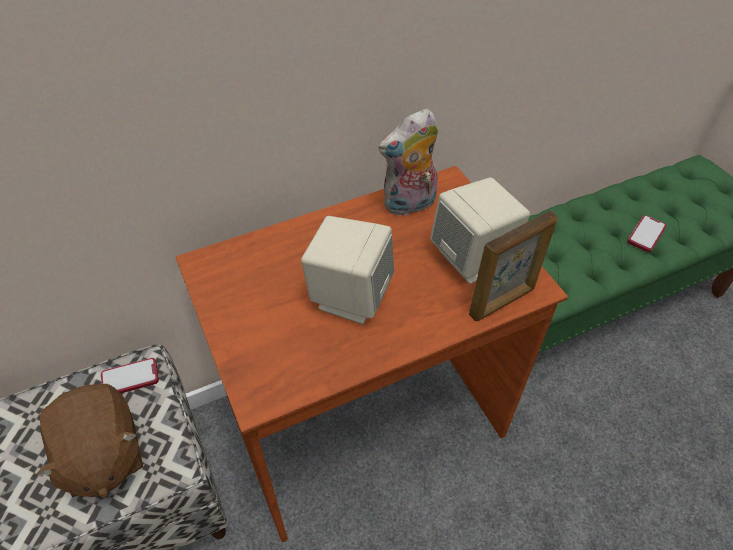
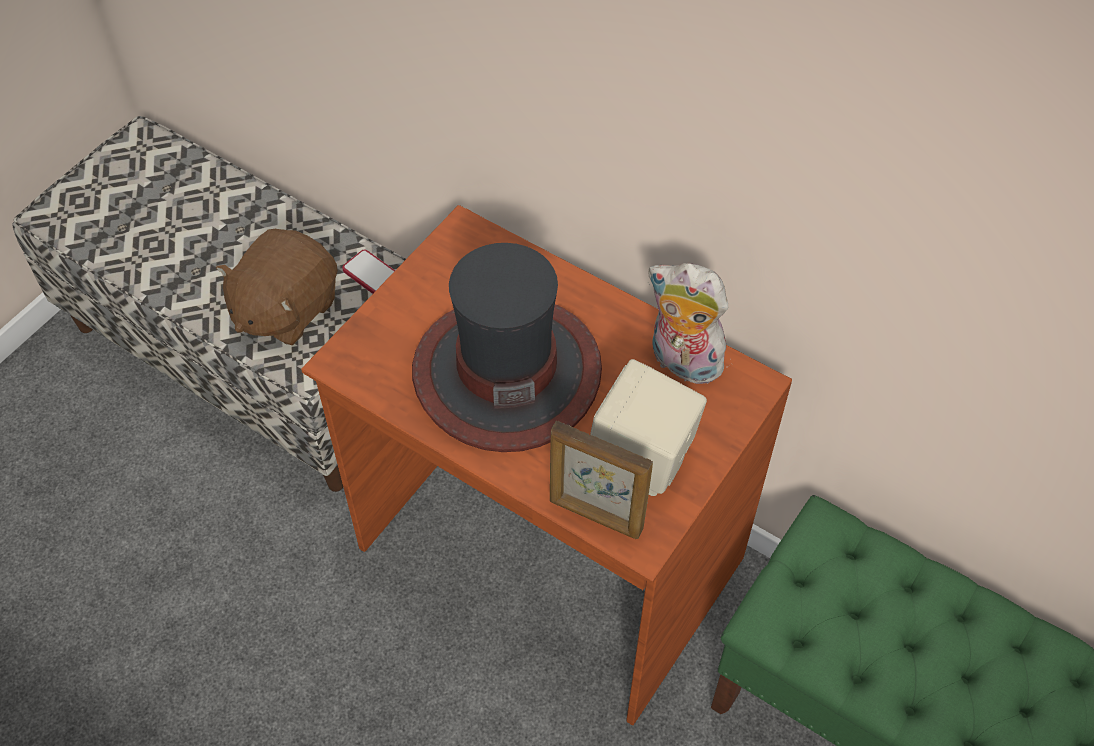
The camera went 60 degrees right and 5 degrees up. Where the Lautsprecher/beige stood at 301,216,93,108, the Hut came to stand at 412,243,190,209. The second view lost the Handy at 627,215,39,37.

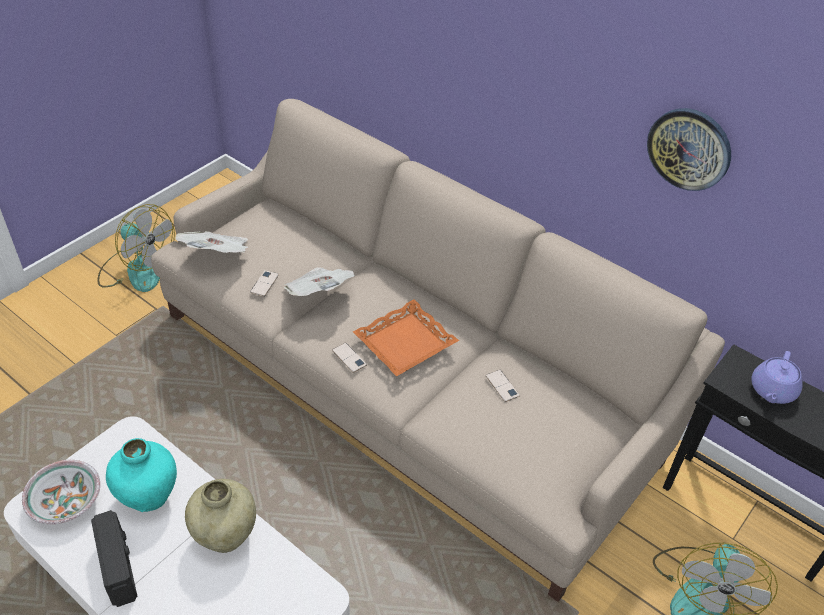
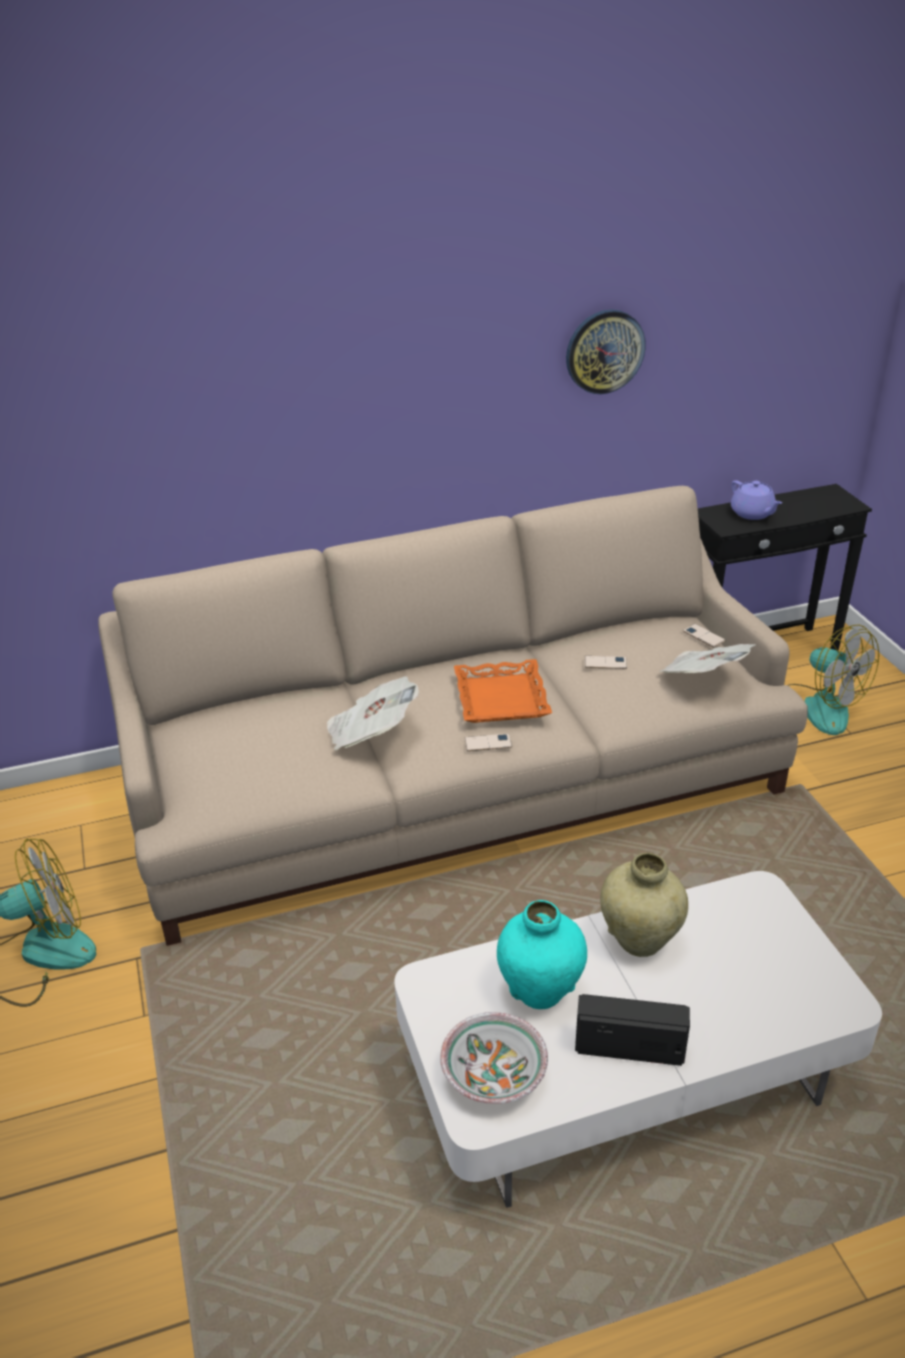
The camera went 55 degrees left and 10 degrees down. The Zeitung ended up elsewhere, having gone from 175,231,74,22 to 659,644,97,29. The Handy ended up elsewhere, having gone from 250,270,29,27 to 683,624,43,24.

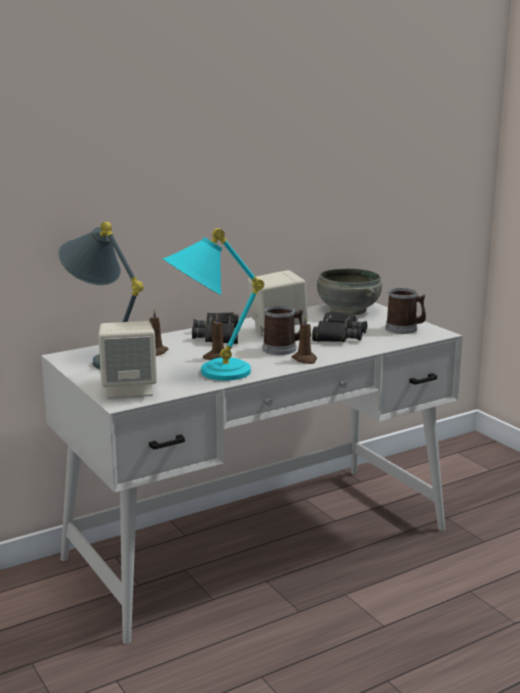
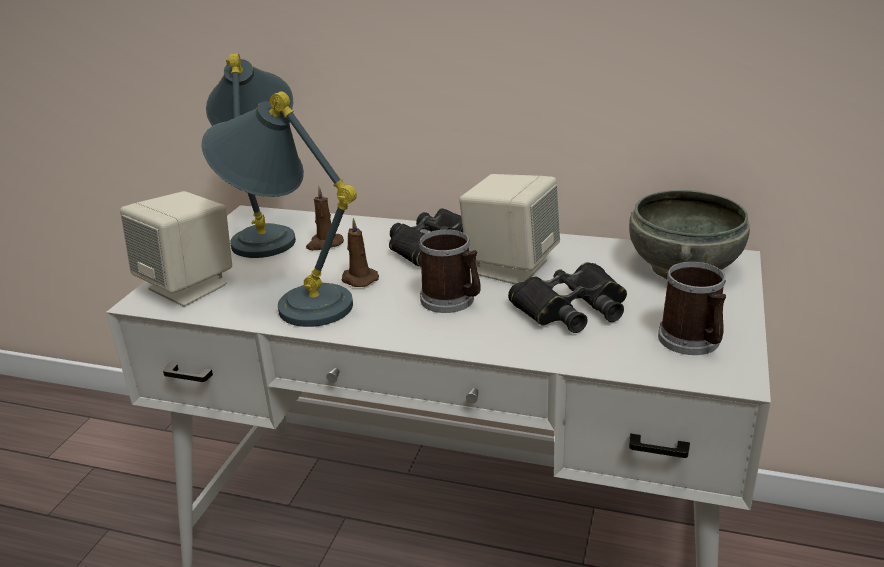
The camera went 50 degrees right and 10 degrees up. What was the Tischlampe/türkis at 163,228,101,153 turned into the Tischlampe/grau at 201,91,156,236. The second view lost the Kerze/braun at 292,315,25,49.

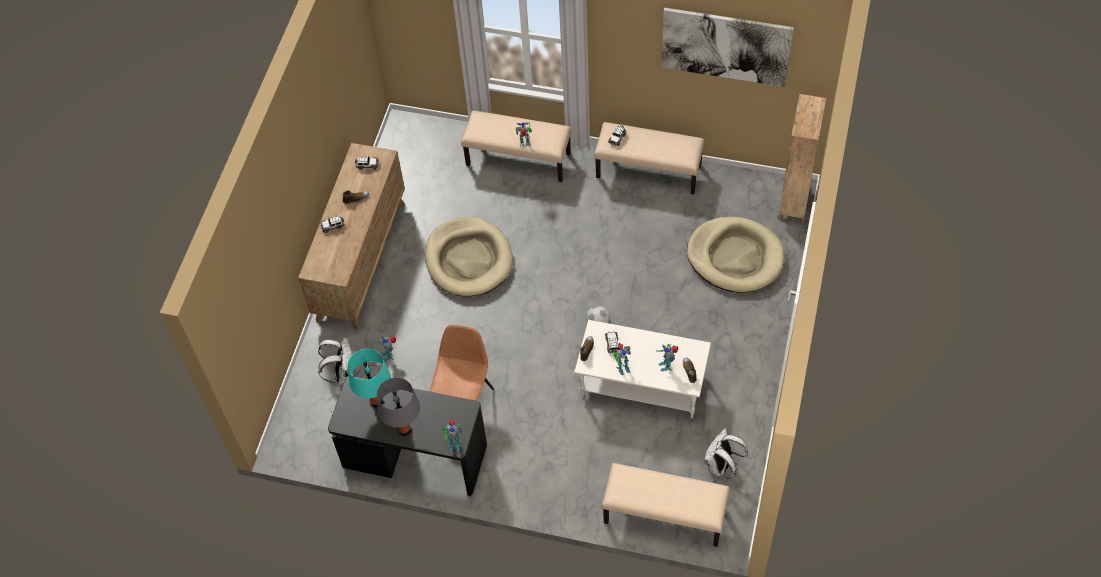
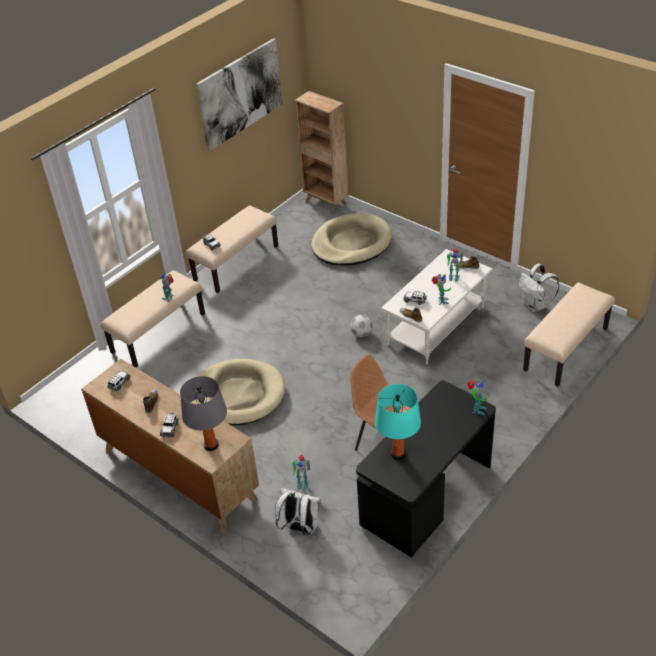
The camera went 65 degrees left and 15 degrees down. The Tischlampe/grau ended up elsewhere, having gone from 377,377,43,59 to 180,376,47,75.

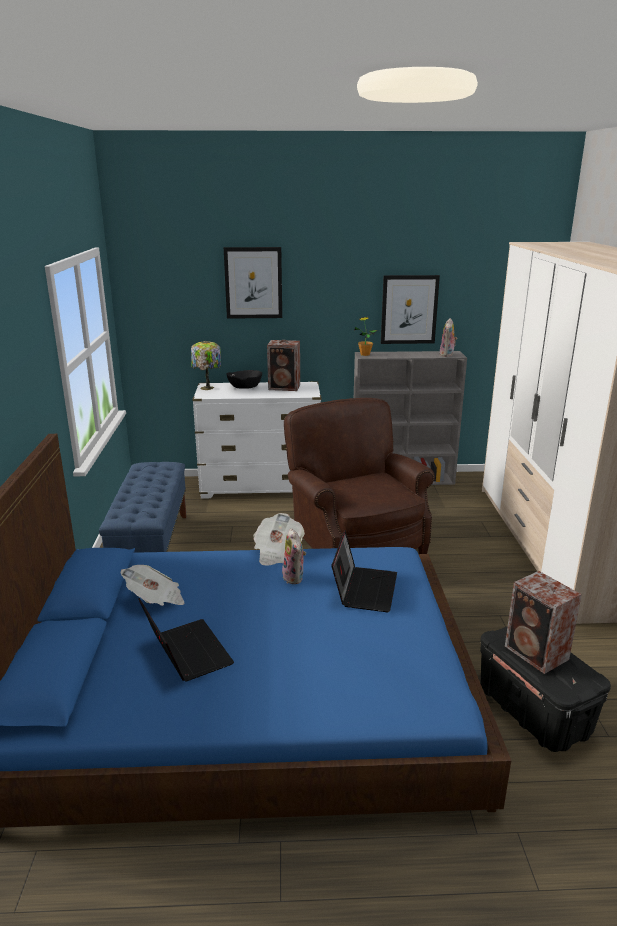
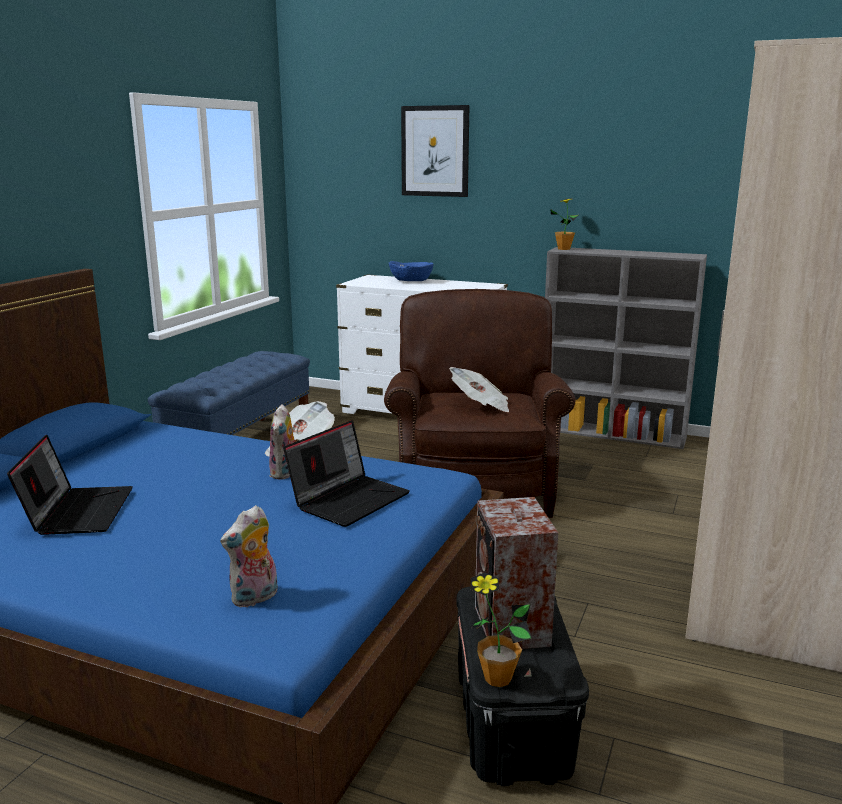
The camera went 25 degrees right and 5 degrees down. The Zeitung ended up elsewhere, having gone from 121,565,64,41 to 449,367,60,45. The second view lost the Tischlampe at 191,341,30,49. What was the Schüssel/schwarz at 226,370,36,19 turned into the Schüssel/blau at 389,261,44,20. The second view lost the Lautsprecher at 267,340,33,51. The second view lost the Bild at 381,275,59,69. The Plüschtier ended up elsewhere, having gone from 440,318,17,39 to 220,505,58,103. The second view gained the Topfpflanze at 471,572,60,115.

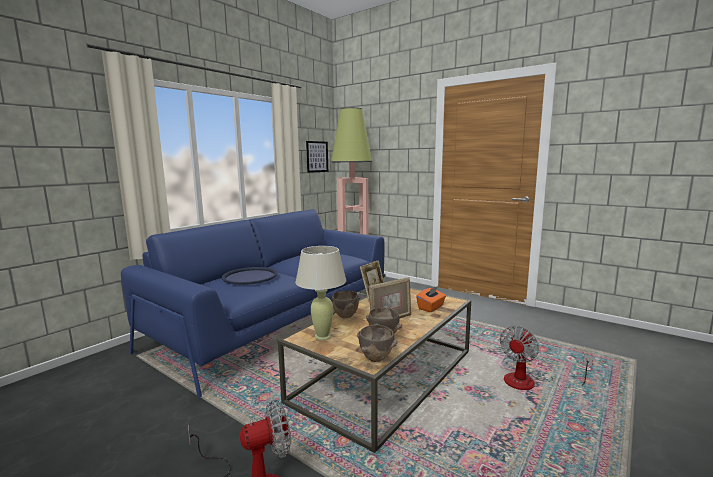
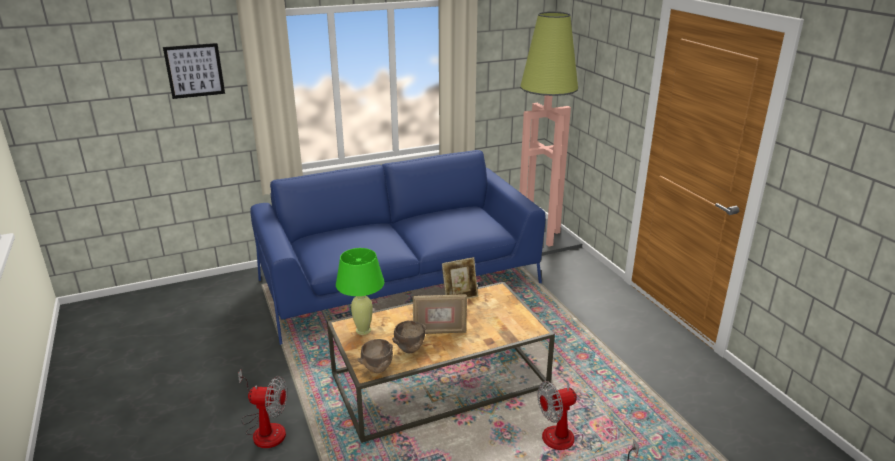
The camera went 30 degrees right and 15 degrees up. The second view lost the Tablett/blau at 222,267,55,18. What was the Tischlampe/beige at 296,246,50,94 turned into the Tischlampe/grün at 336,248,48,87. The Bild ended up elsewhere, having gone from 306,141,22,32 to 163,43,62,56. The second view lost the Schüssel/braun at 332,291,28,27. The second view lost the Taschentuchbox/orange at 416,286,30,26.

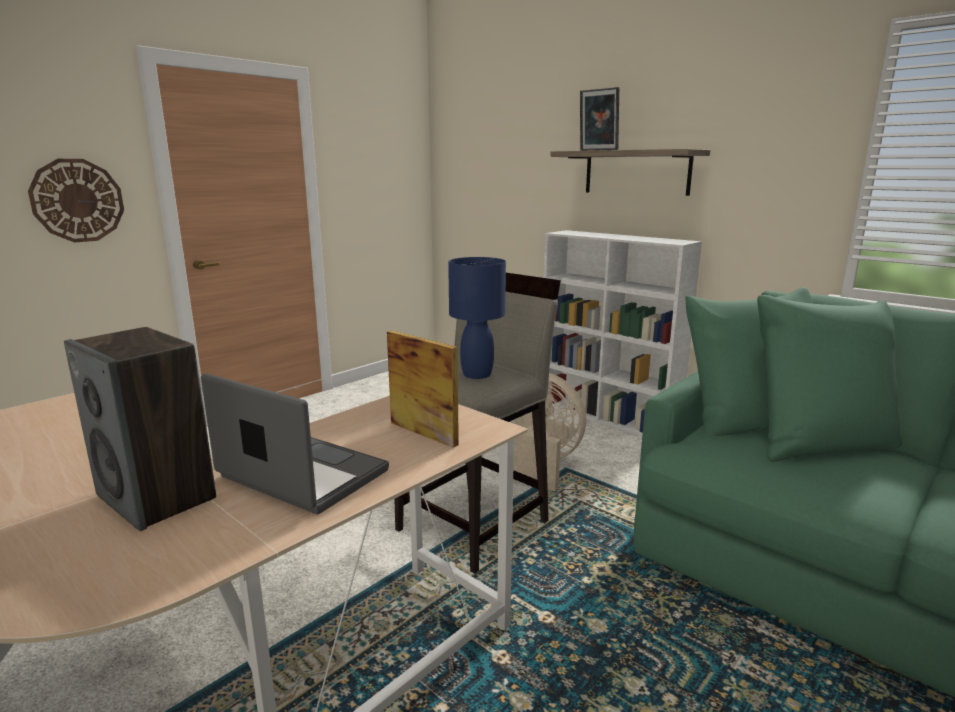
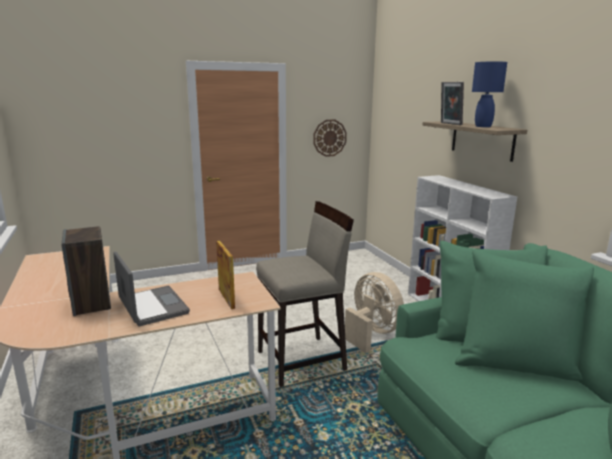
The camera went 25 degrees right and 0 degrees up. The Wanduhr ended up elsewhere, having gone from 28,159,96,84 to 313,120,34,37. The Tischlampe/blau ended up elsewhere, having gone from 448,257,58,122 to 472,62,35,65.

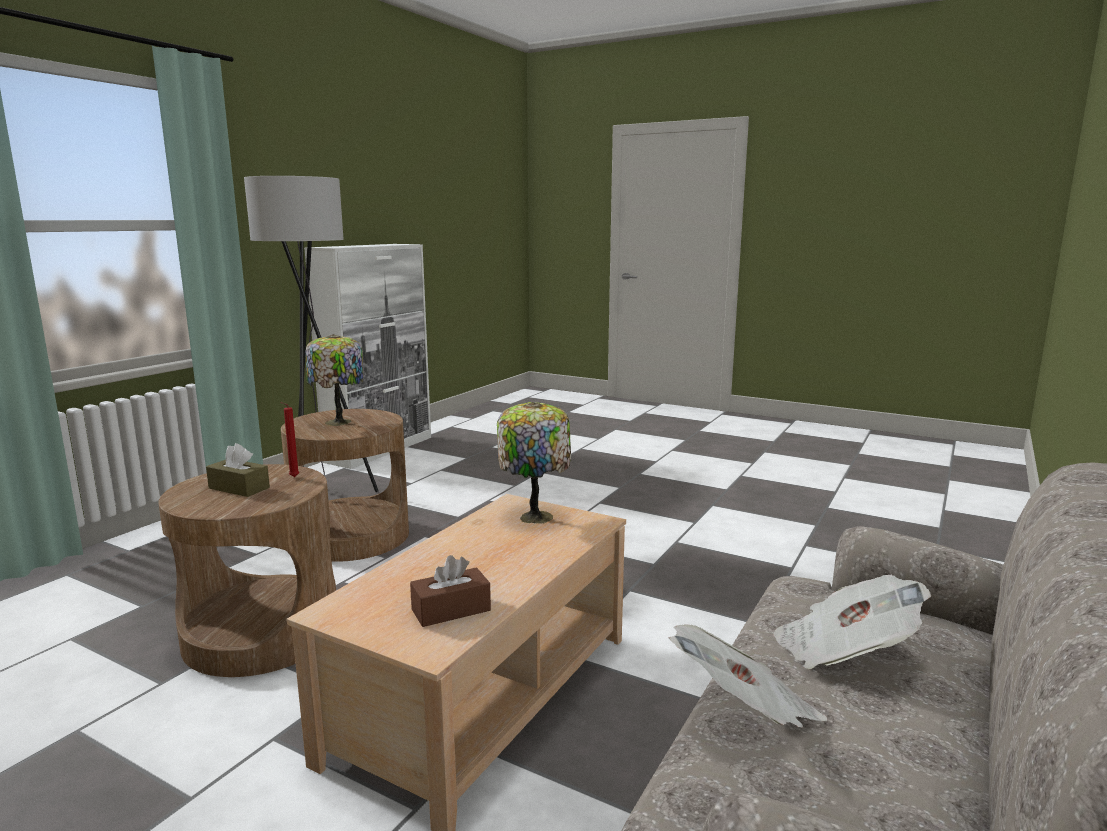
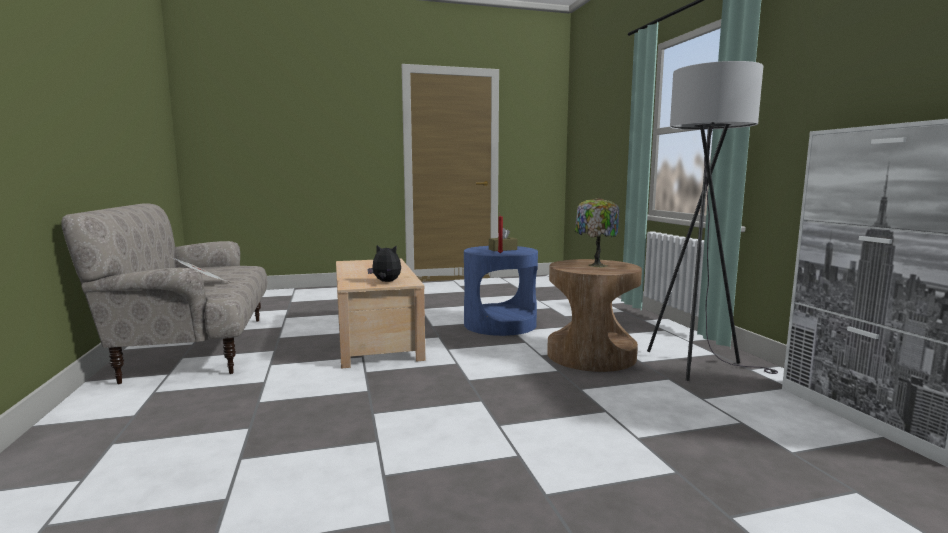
The camera went 135 degrees right and 5 degrees down. What was the Beistelltisch/braun at 159,464,177,213 turned into the Beistelltisch/blau at 464,246,74,90. The second view lost the Taschentuchbox/braun at 410,555,81,72. Where the Tischlampe stood at 497,402,74,122, the Plüschtier came to stand at 367,245,34,37. The second view lost the Zeitung at 669,624,158,104.

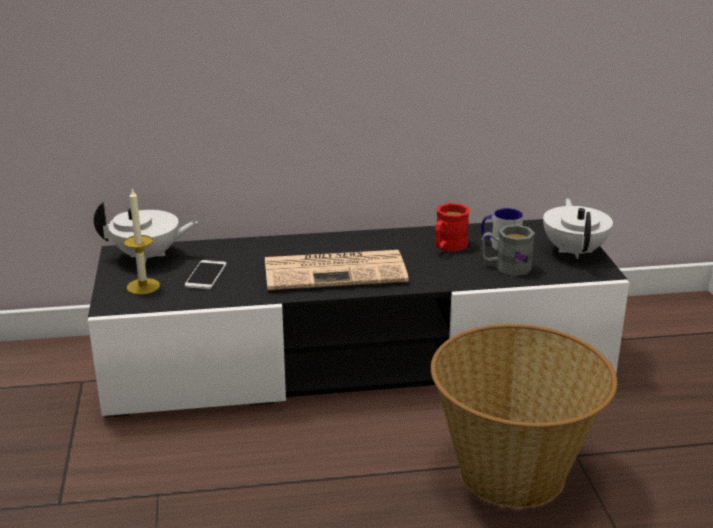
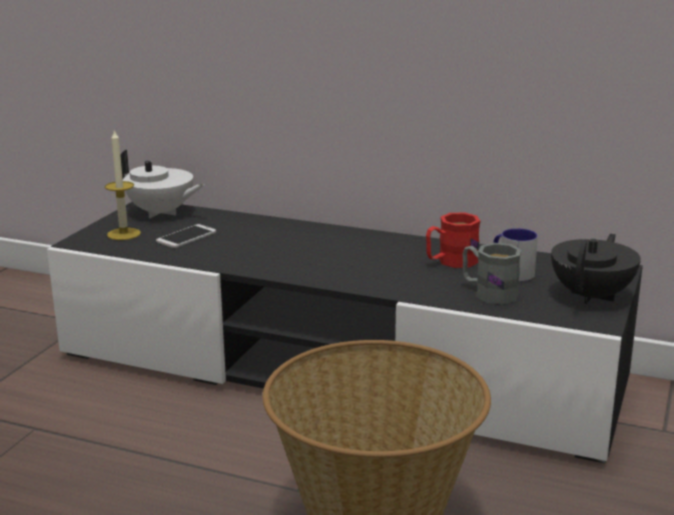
The camera went 30 degrees right and 5 degrees down. The second view lost the Zeitung at 265,250,144,40. What was the Teekanne/weiß at 543,198,70,61 turned into the Teekanne/schwarz at 551,234,90,70.

